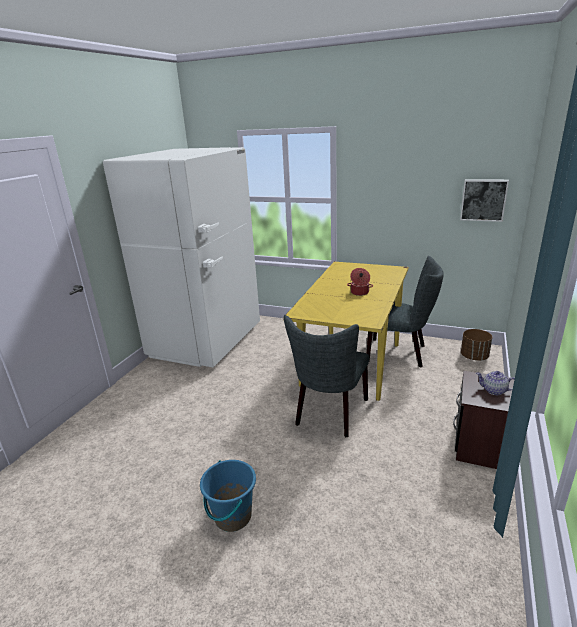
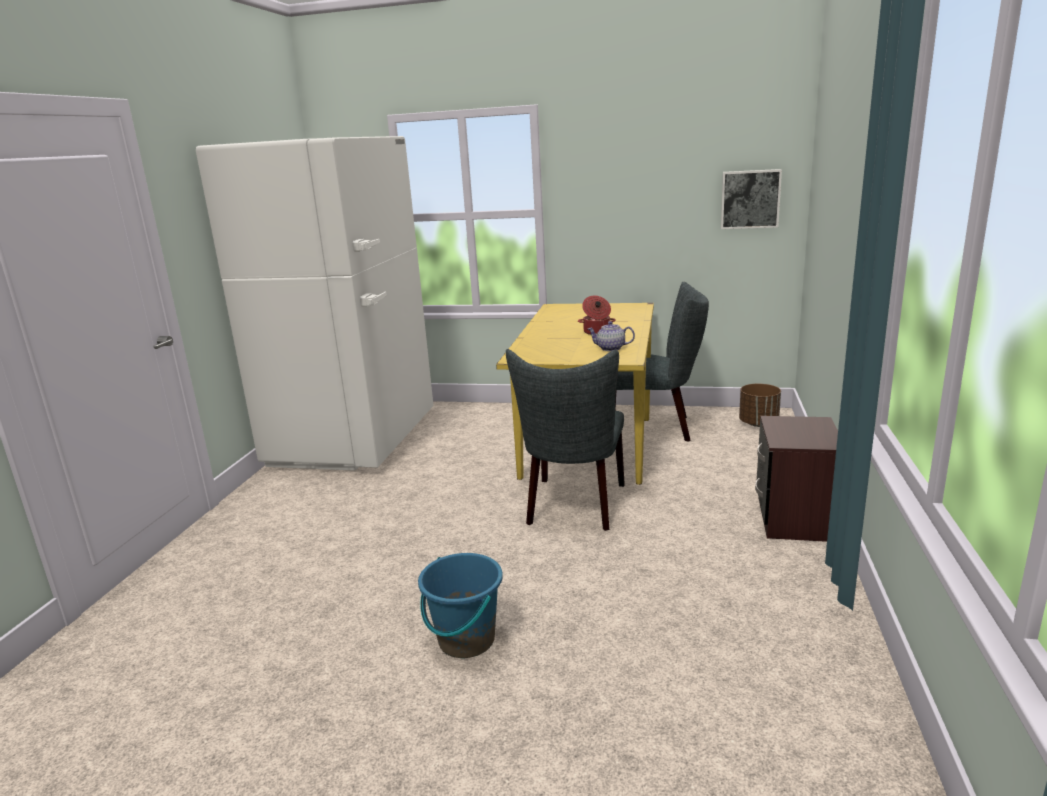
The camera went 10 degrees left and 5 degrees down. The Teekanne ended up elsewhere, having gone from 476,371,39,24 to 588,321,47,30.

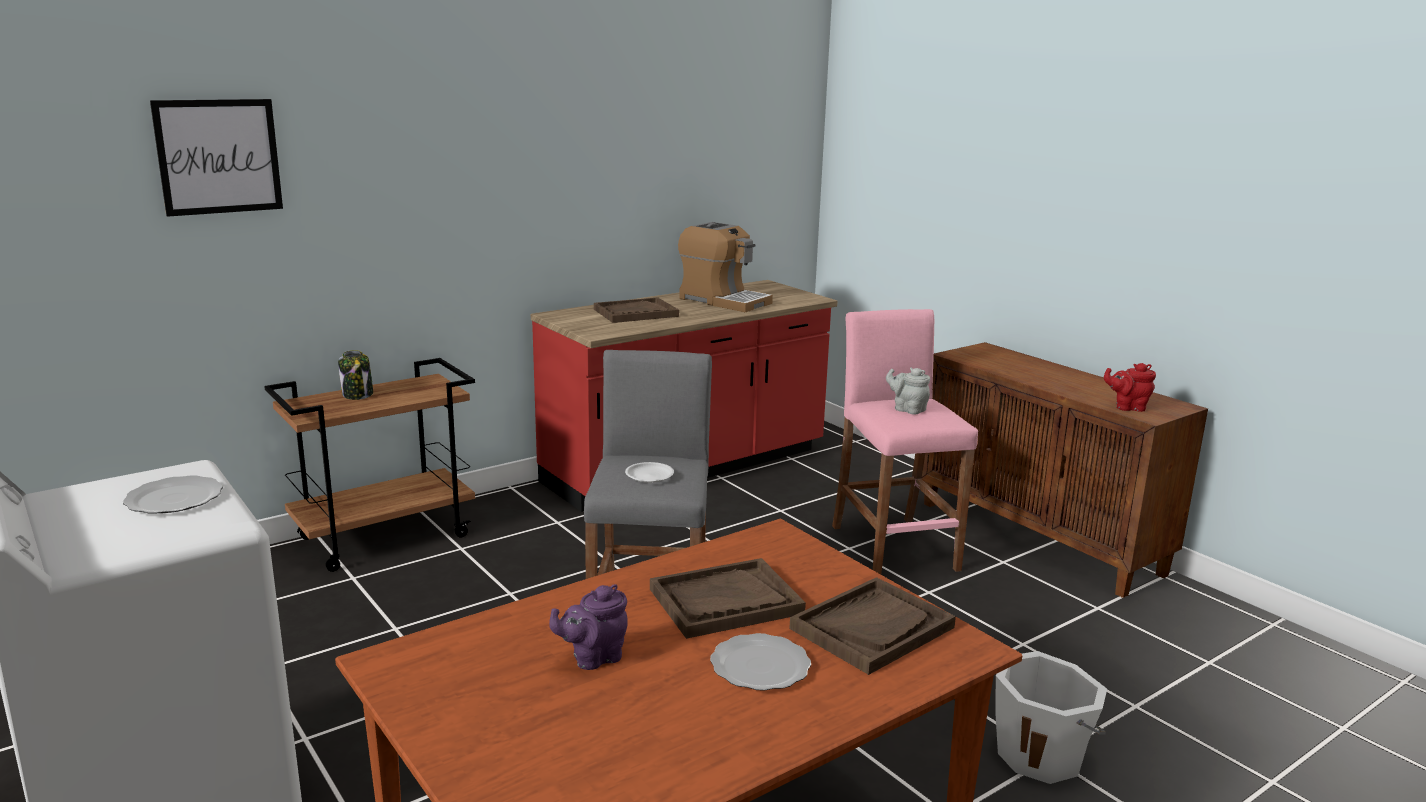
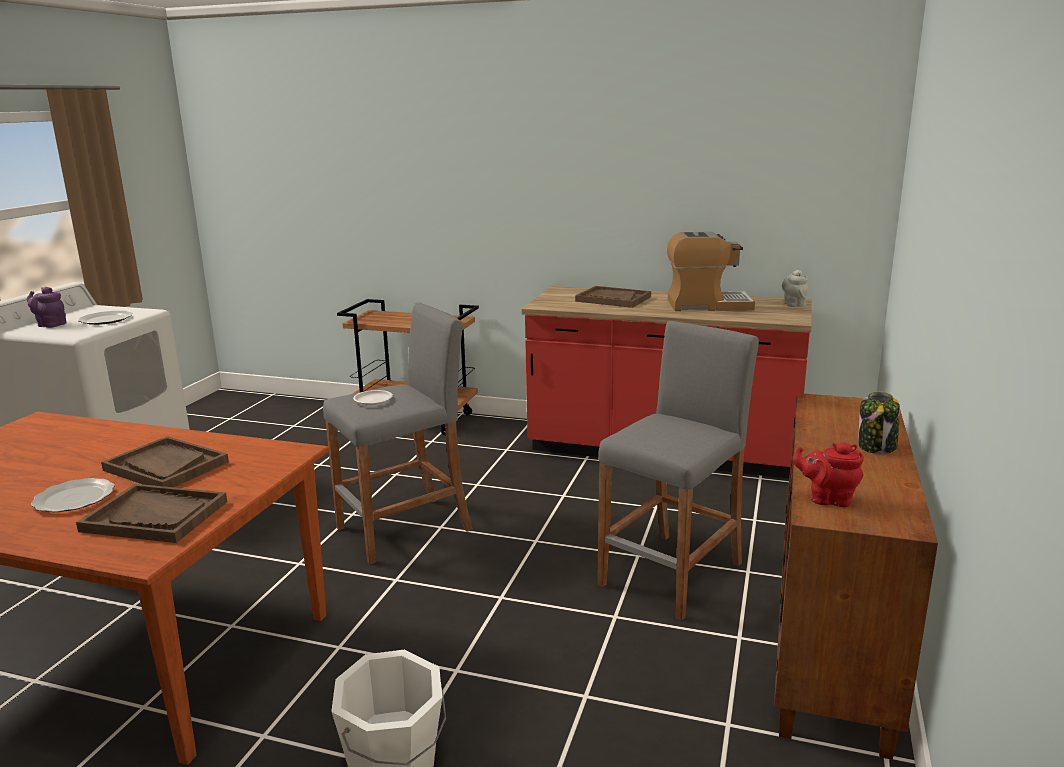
The camera went 55 degrees right and 0 degrees up. The second view lost the Bild at 150,99,133,118. The Vorratsglas ended up elsewhere, having gone from 338,350,35,50 to 858,392,42,62. The Teekanne/lila ended up elsewhere, having gone from 549,584,79,86 to 27,287,40,41. The Kaffeemaschine at 678,222,95,90 ended up facing another way, 90 degrees counterclockwise from before. What was the Hocker/rosa at 832,309,146,265 turned into the Hocker/grau at 597,321,162,299. The Teekanne/grau ended up elsewhere, having gone from 886,368,44,47 to 782,270,26,37. The Teekanne/rot at 1104,363,52,49 ended up facing another way, 45 degrees counterclockwise from before.

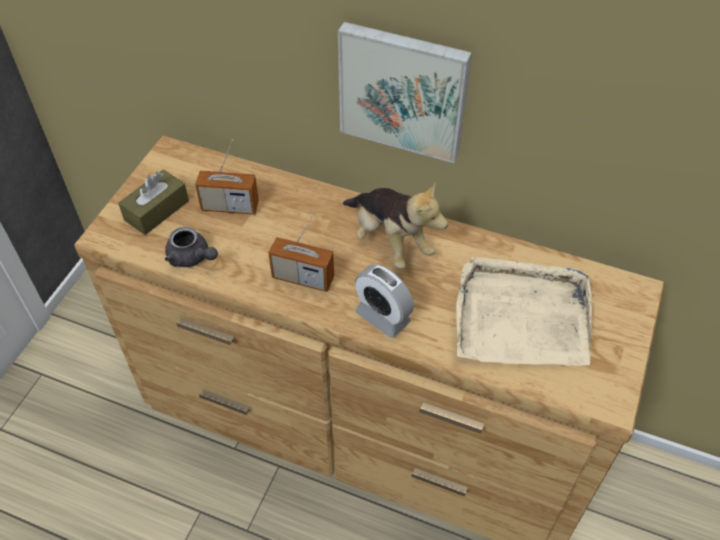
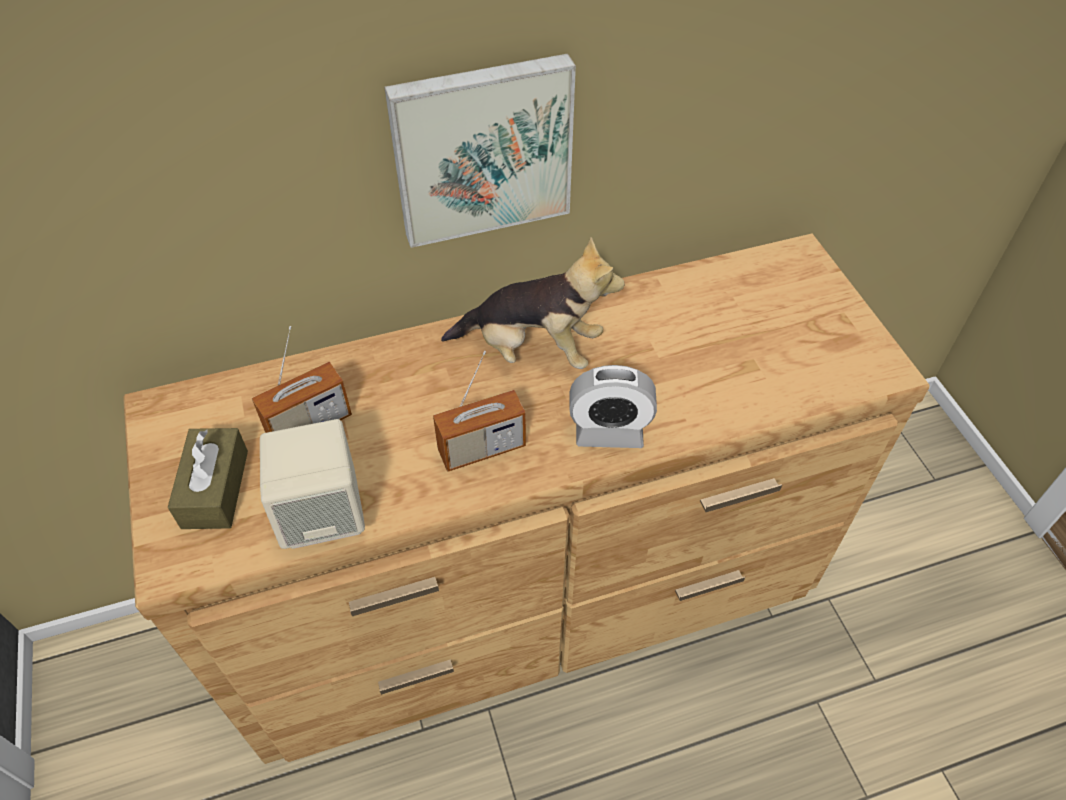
The camera went 40 degrees left and 0 degrees up. Where the Teekanne/grau stood at 165,227,53,40, the Lautsprecher/beige came to stand at 260,419,105,130. The second view lost the Tablett/beige at 456,257,136,109.

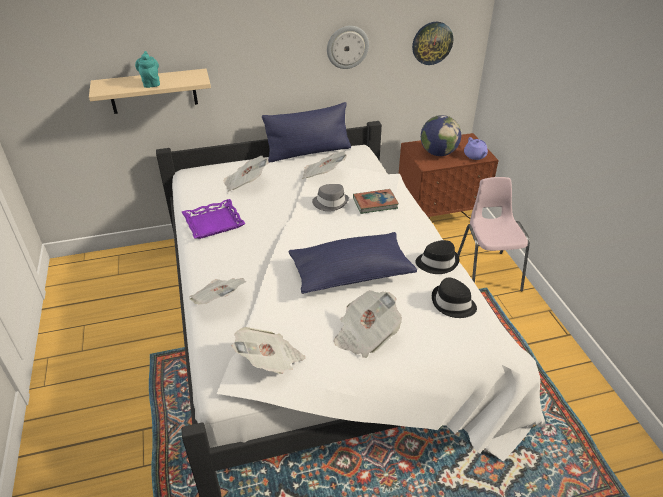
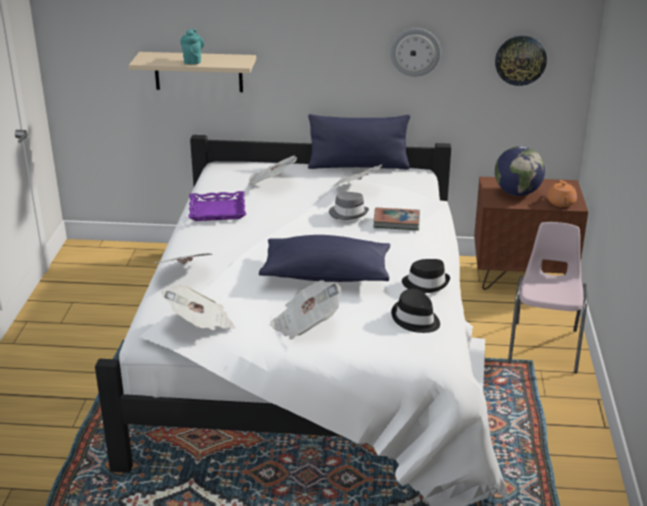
The camera went 20 degrees right and 10 degrees down. What was the Teekanne/lila at 464,137,24,23 turned into the Teekanne/orange at 547,180,30,27.

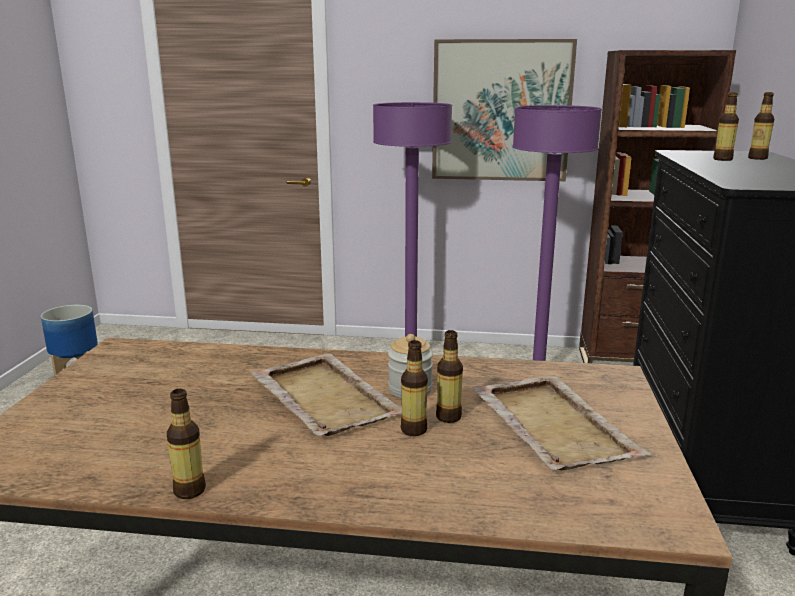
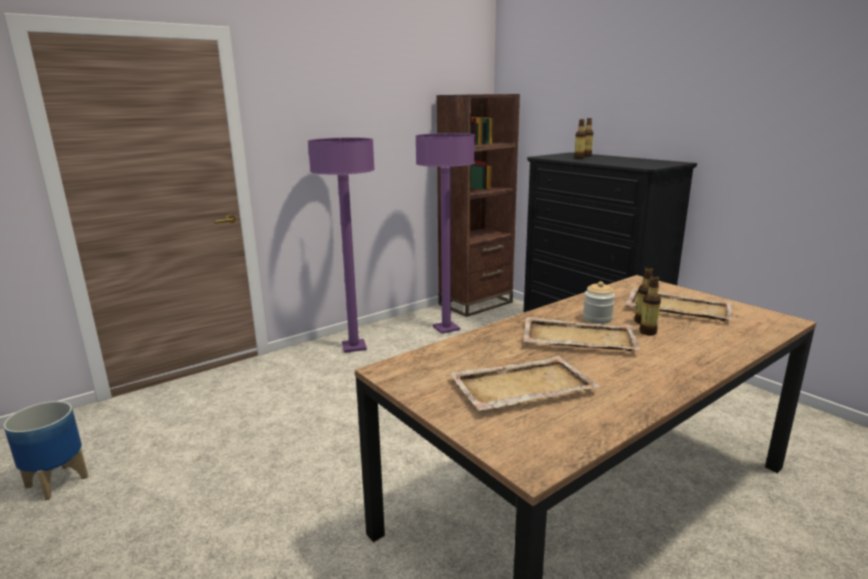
The camera went 45 degrees left and 0 degrees up. The second view lost the Flasche at 167,389,39,110. The second view lost the Bild at 432,39,145,142. The second view gained the Tablett/beige at 449,356,151,55.

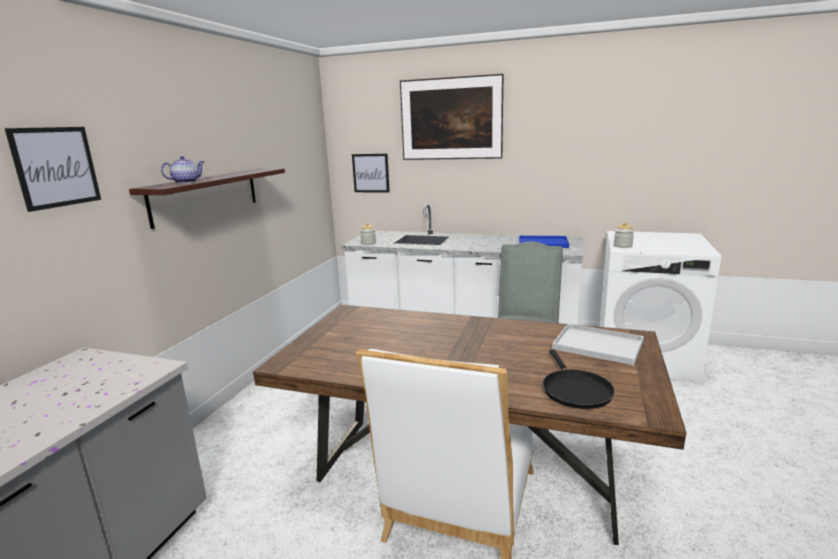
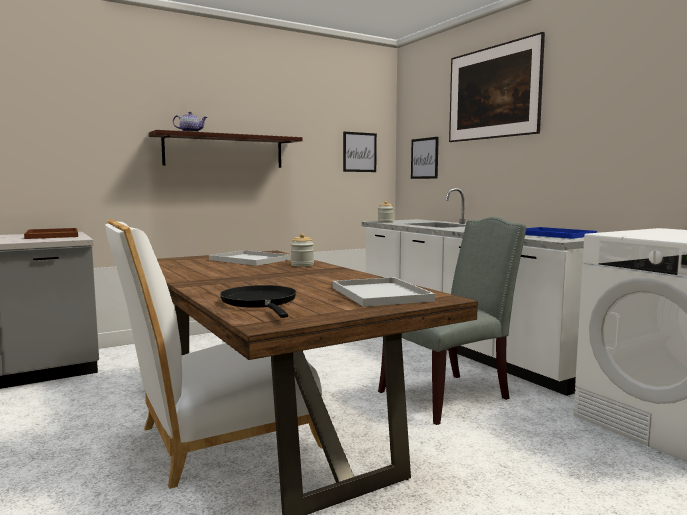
The camera went 40 degrees right and 10 degrees down. The Bild ended up elsewhere, having gone from 4,127,97,85 to 343,132,34,40. The Pfanne/schwarz at 543,349,72,60 ended up facing another way, 120 degrees clockwise from before. The Vorratsglas ended up elsewhere, having gone from 614,222,20,26 to 290,233,24,34. The second view gained the Tablett/braun at 24,228,54,11. The second view gained the Tablett/weiß at 209,250,82,16.

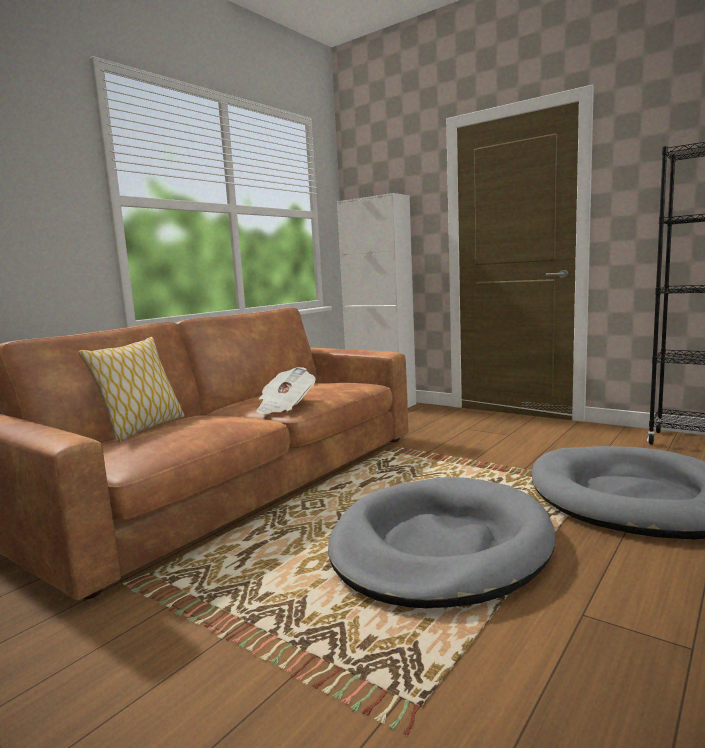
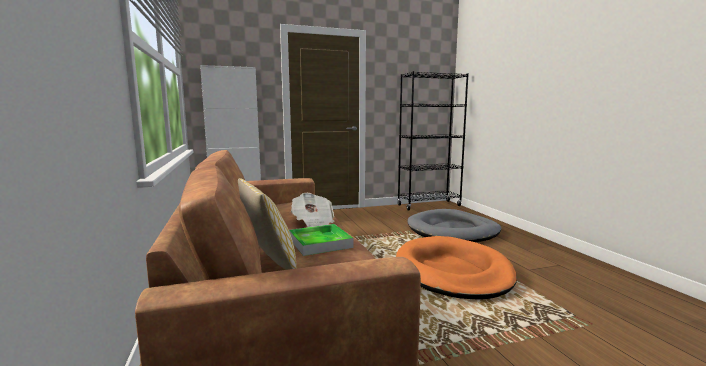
The camera went 55 degrees left and 0 degrees up. What was the Hundebett/grau at 328,477,227,131 turned into the Hundebett/orange at 396,236,121,64. The second view gained the Tablett at 289,224,64,32.

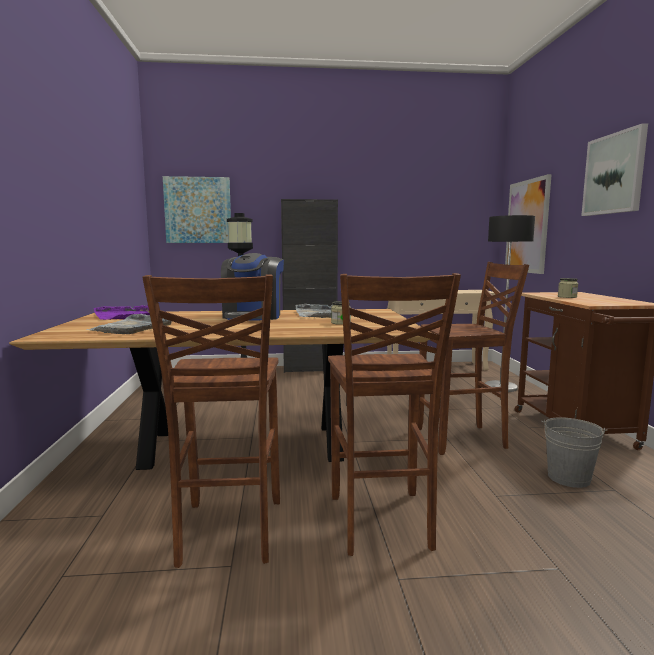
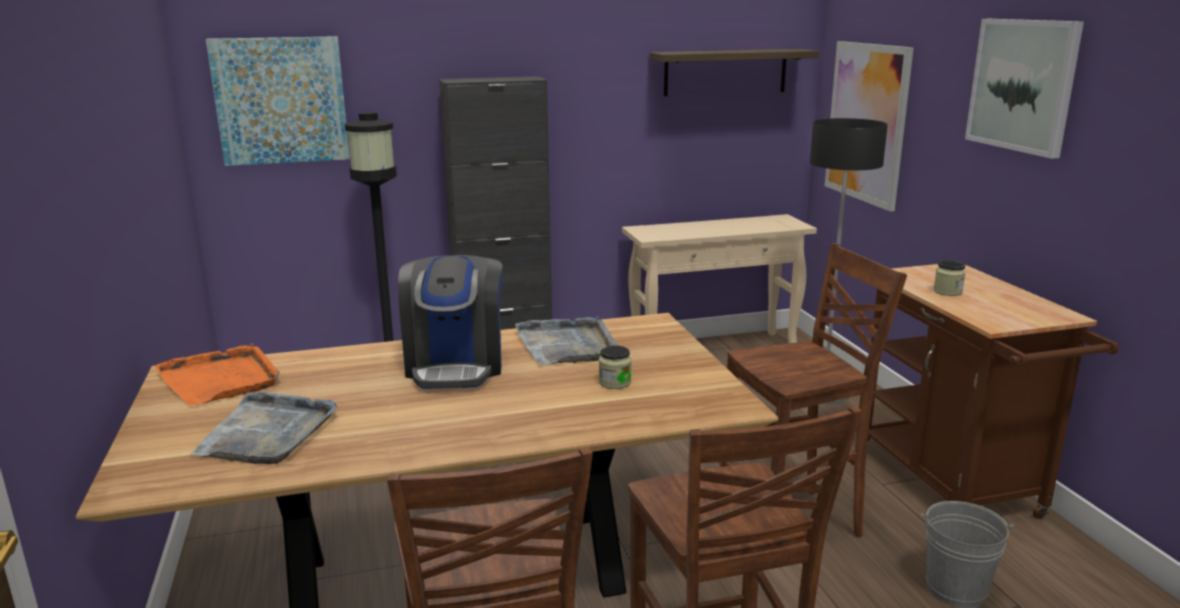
The camera went 10 degrees left and 10 degrees up. What was the Tablett/lila at 94,305,56,15 turned into the Tablett/orange at 155,344,125,62. The second view gained the Wandregal at 649,49,171,47.

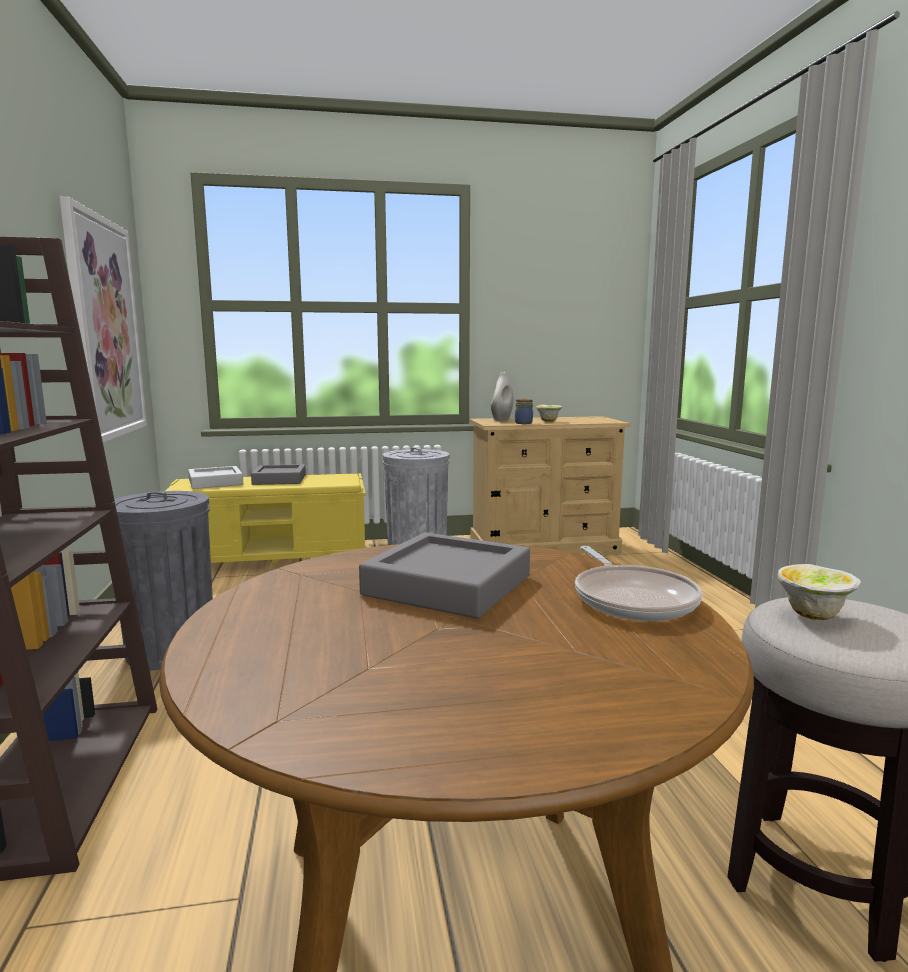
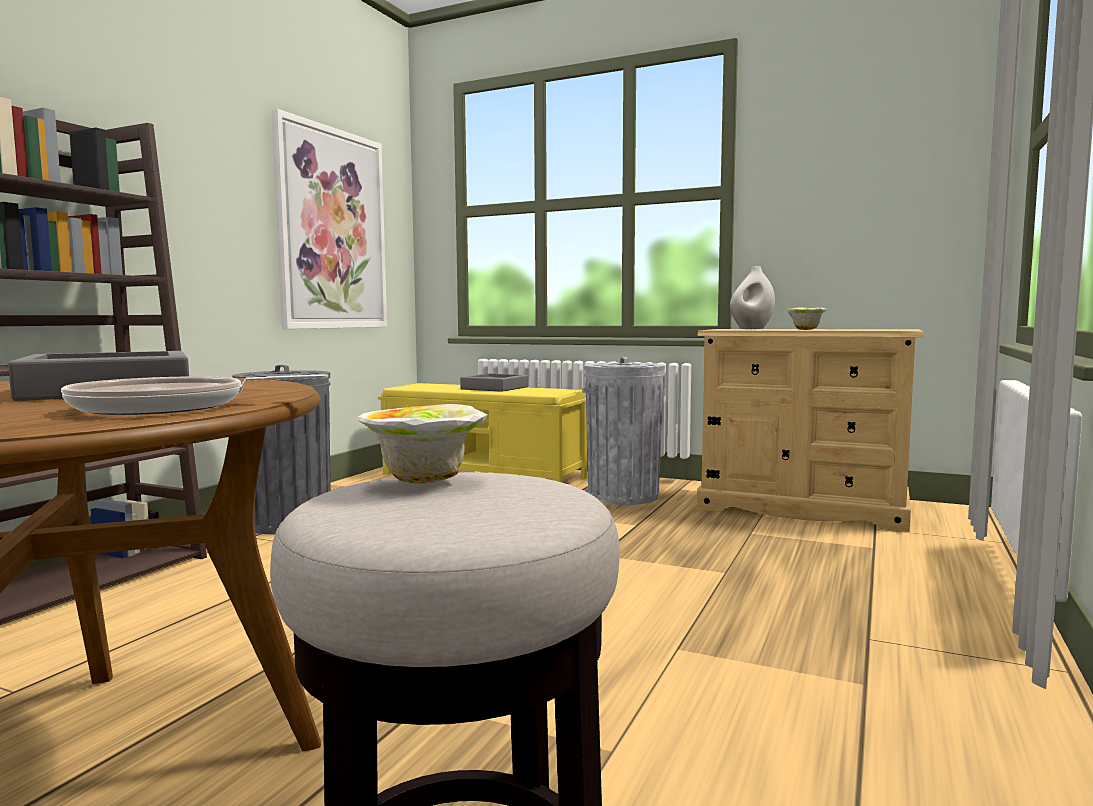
The camera went 35 degrees right and 5 degrees down. The second view lost the Tablett/grau at 188,466,55,23. The second view lost the Vorratsglas at 515,398,19,26. The Pfanne at 575,546,128,75 ended up facing another way, 45 degrees clockwise from before.

